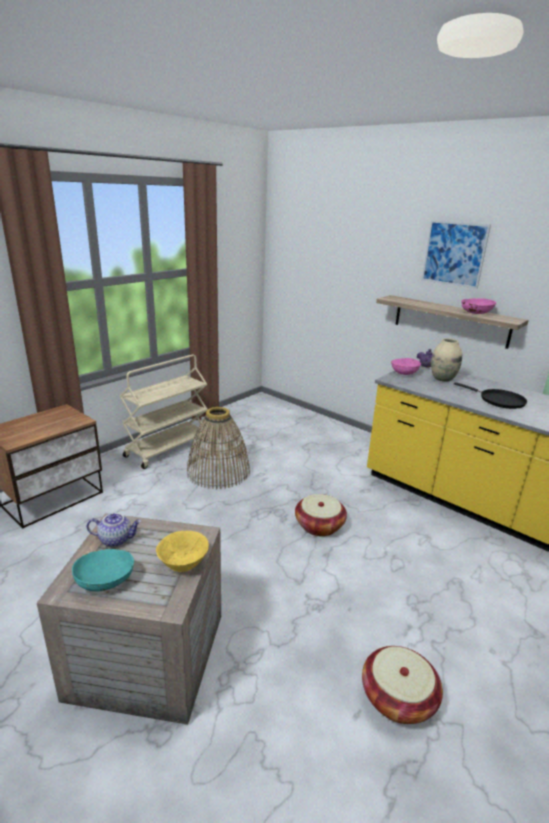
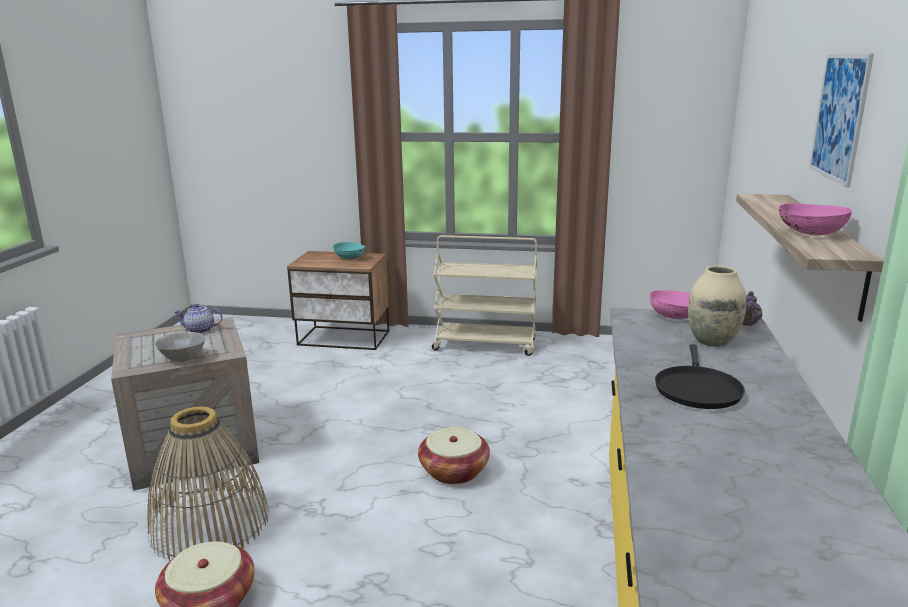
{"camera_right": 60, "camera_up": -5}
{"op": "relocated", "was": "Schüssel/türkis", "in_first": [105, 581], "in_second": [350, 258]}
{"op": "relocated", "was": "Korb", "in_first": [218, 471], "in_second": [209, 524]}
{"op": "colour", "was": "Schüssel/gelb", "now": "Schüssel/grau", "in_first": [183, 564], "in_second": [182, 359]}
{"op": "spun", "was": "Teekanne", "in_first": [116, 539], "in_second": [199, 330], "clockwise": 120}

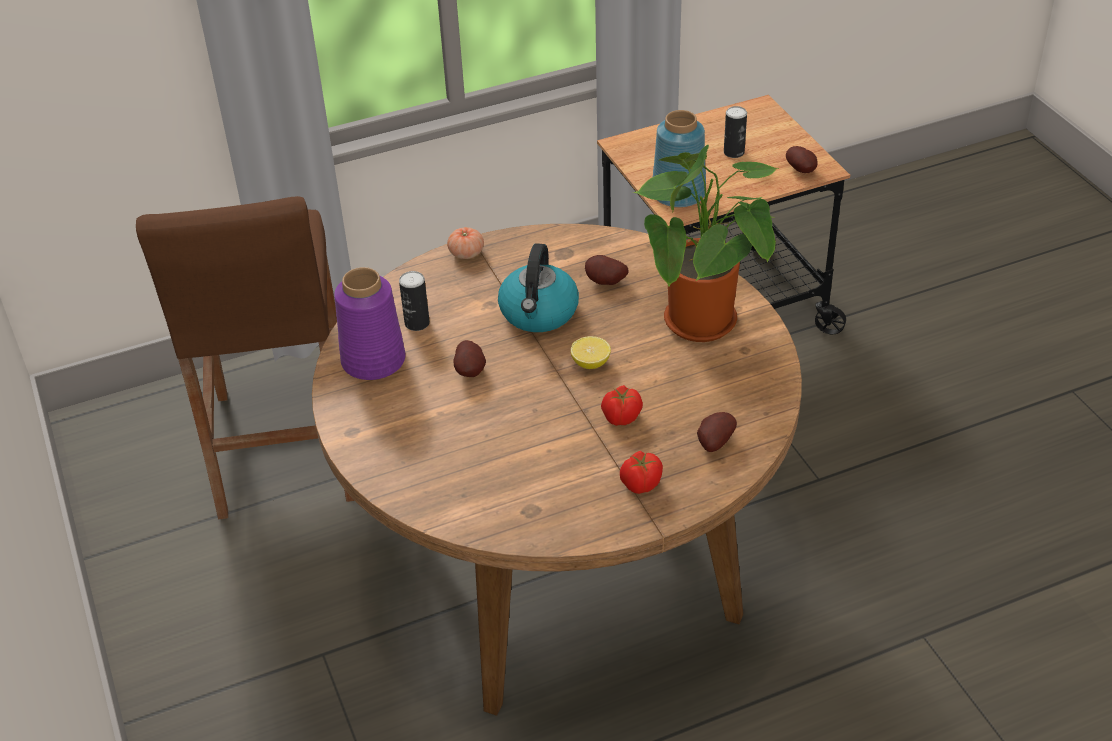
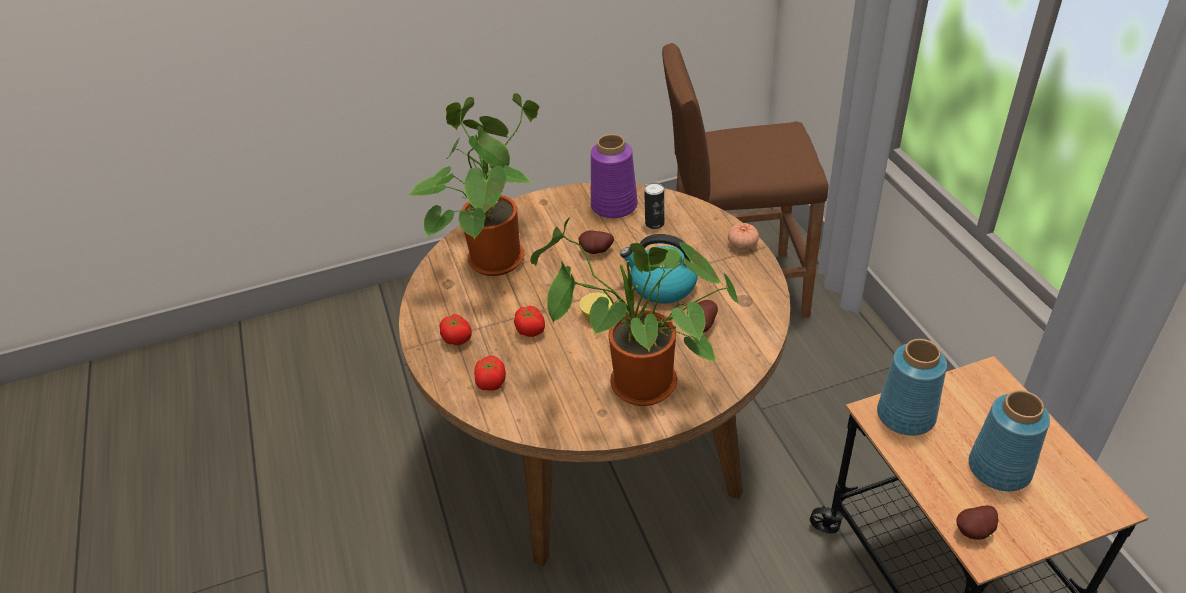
{"camera_right": 95, "camera_up": 0}
{"op": "appeared", "now": "Topfpflanze", "in_second": [494, 256]}
{"op": "exchanged", "was": "Kartoffel", "now": "Tomate", "in_first": [713, 442], "in_second": [491, 383]}
{"op": "exchanged", "was": "Dose", "now": "Vase/blau", "in_first": [734, 152], "in_second": [999, 469]}

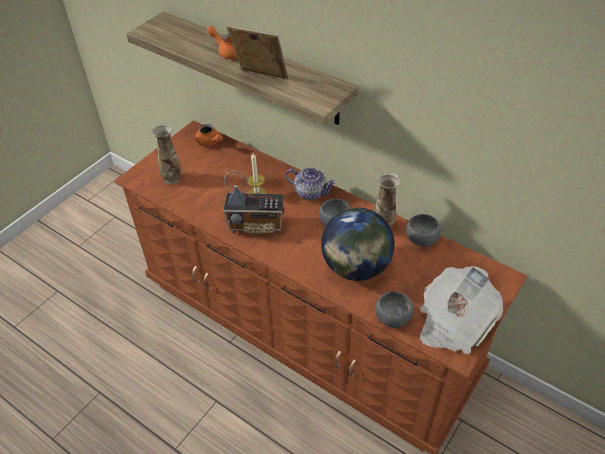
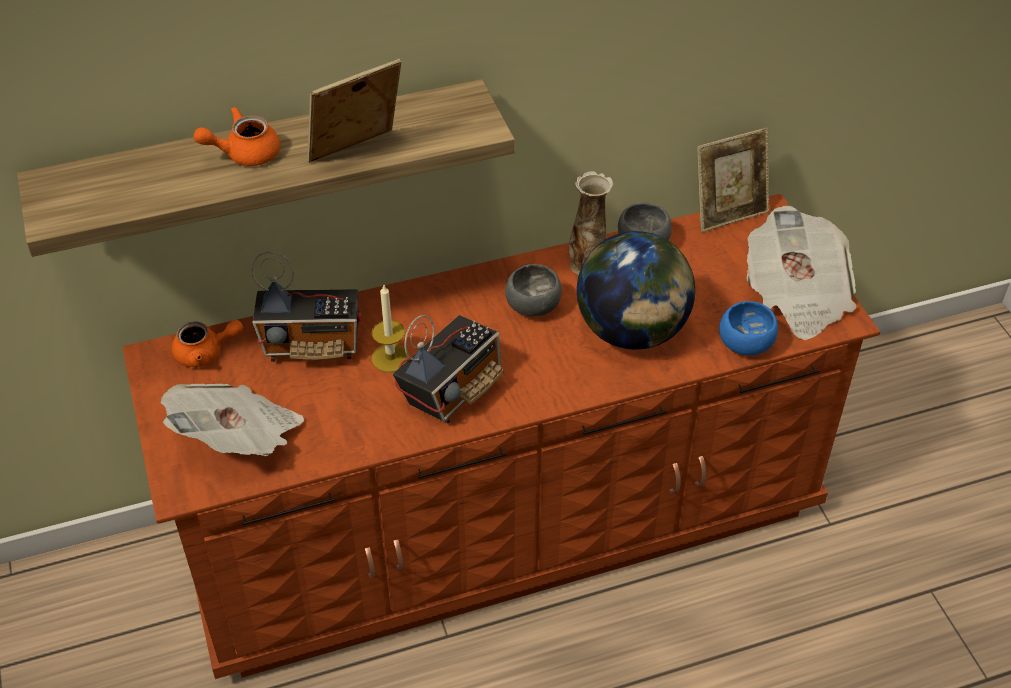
{"camera_right": -55, "camera_up": 0}
{"op": "missing", "was": "Teekanne", "in_first": [310, 192]}
{"op": "appeared", "now": "Radio", "in_second": [313, 345]}
{"op": "appeared", "now": "Bilderrahmen", "in_second": [728, 213]}
{"op": "exchanged", "was": "Vase", "now": "Zeitung", "in_first": [172, 178], "in_second": [239, 439]}
{"op": "colour", "was": "Schüssel/grau", "now": "Schüssel/blau", "in_first": [393, 319], "in_second": [747, 345]}

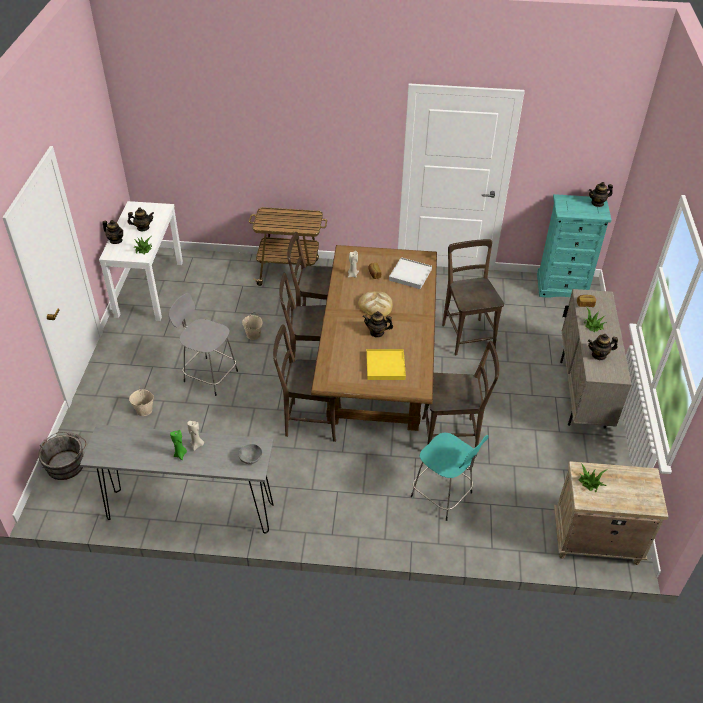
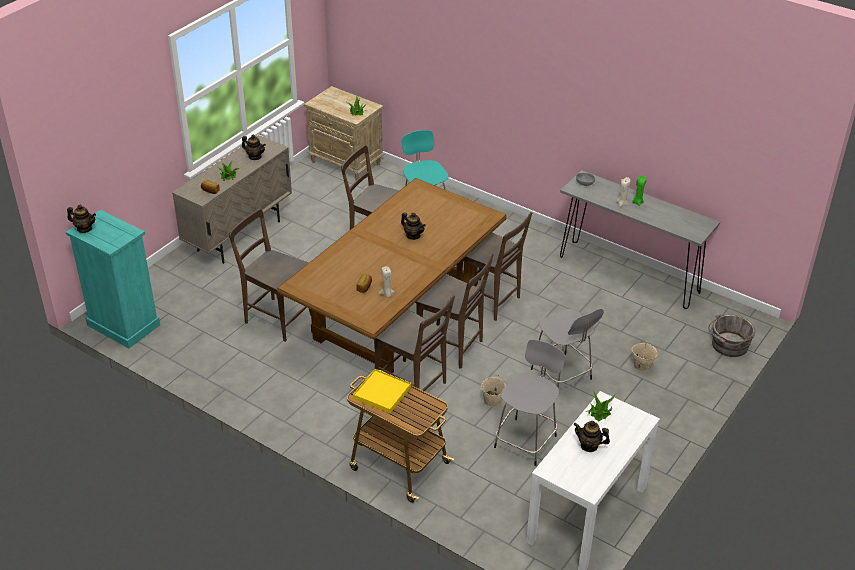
{"camera_right": -150, "camera_up": -5}
{"op": "missing", "was": "Teekanne", "in_first": [116, 240]}
{"op": "missing", "was": "Brot", "in_first": [375, 306]}
{"op": "missing", "was": "Tablett/weiß", "in_first": [410, 275]}
{"op": "appeared", "now": "Hocker/grau", "in_second": [526, 440]}
{"op": "relocated", "was": "Tablett/gelb", "in_first": [385, 366], "in_second": [382, 393]}
{"op": "spun", "was": "Stuhl/braun", "in_first": [467, 334], "in_second": [276, 317], "clockwise": 105}

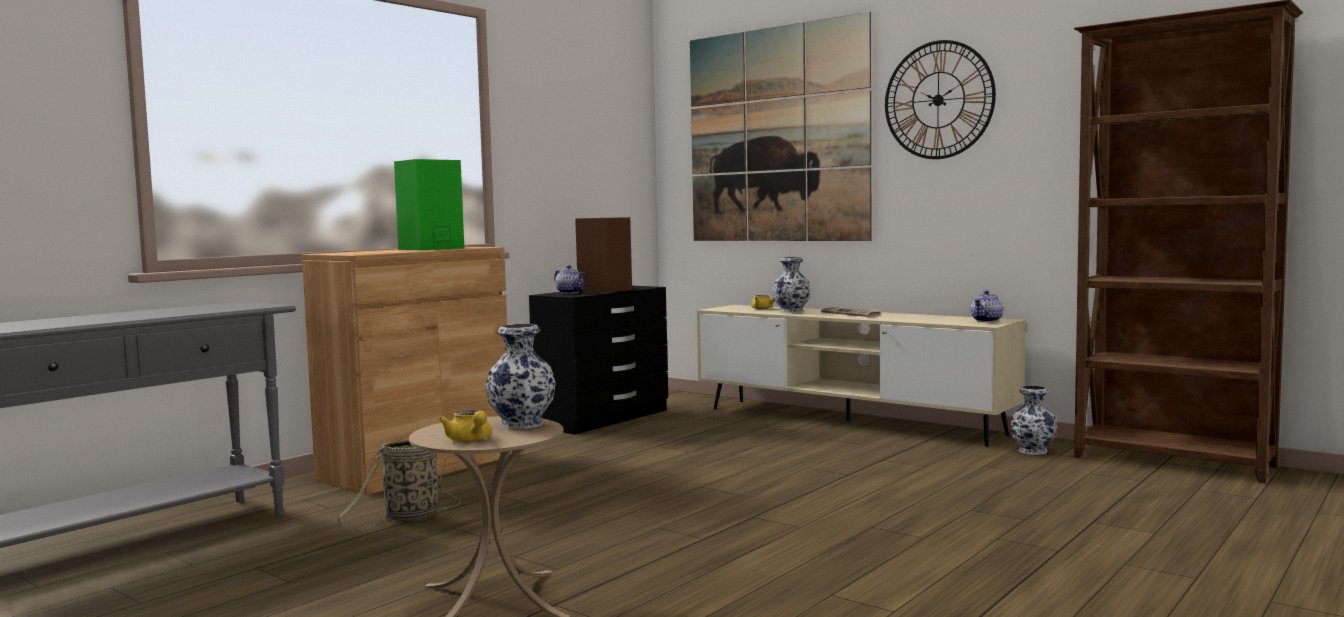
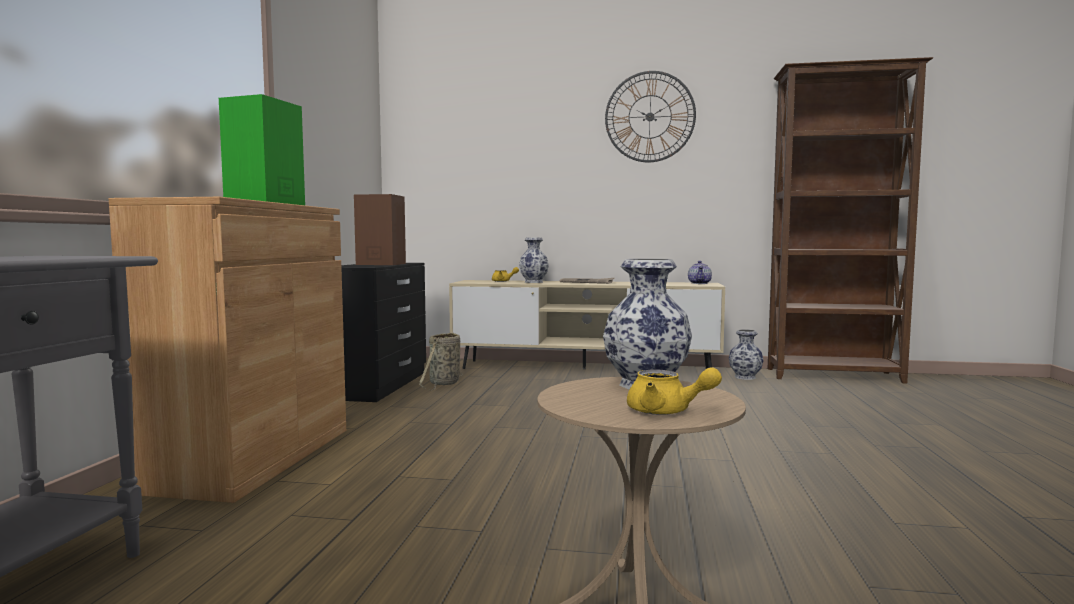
{"camera_right": -30, "camera_up": 0}
{"op": "missing", "was": "Teekanne", "in_first": [570, 292]}
{"op": "missing", "was": "Bild", "in_first": [776, 135]}
{"op": "relocated", "was": "Korb", "in_first": [408, 519], "in_second": [443, 384]}

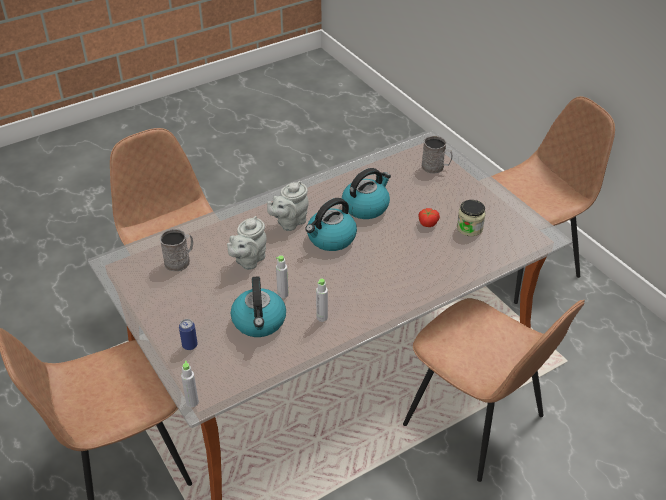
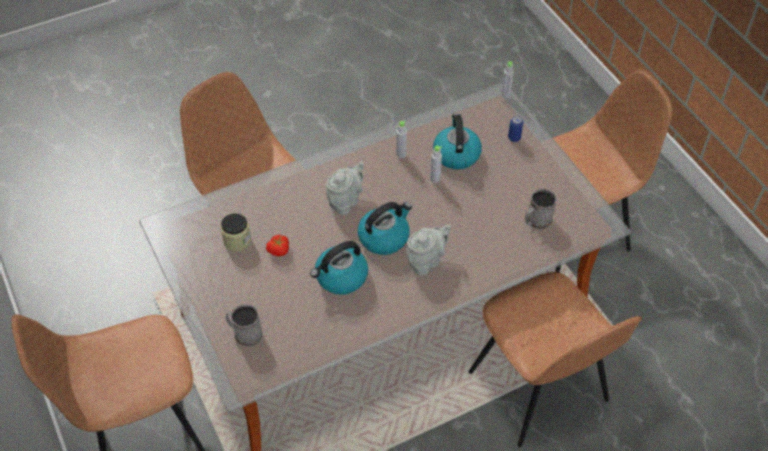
{"camera_right": -175, "camera_up": 10}
{"op": "relocated", "was": "Teekanne/grau", "in_first": [248, 260], "in_second": [346, 201]}

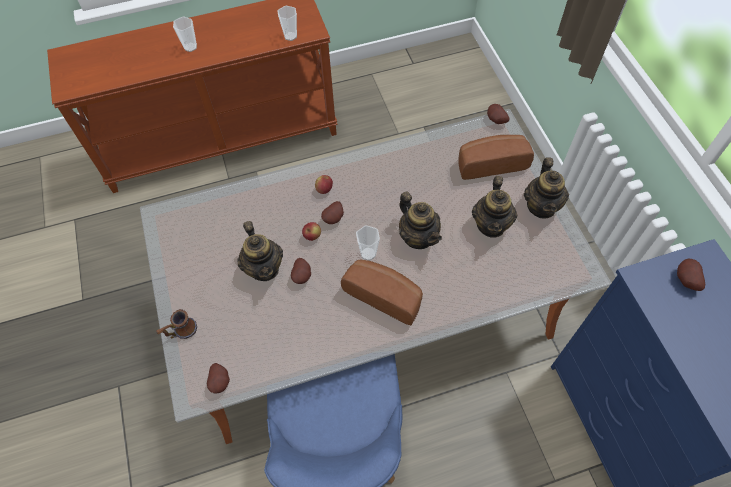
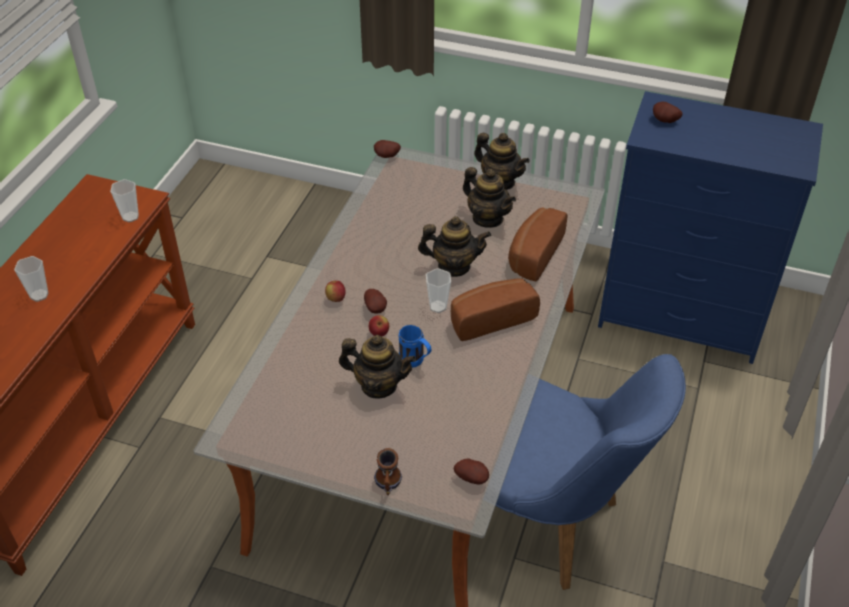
{"camera_right": -55, "camera_up": -15}
{"op": "relocated", "was": "Brot", "in_first": [490, 163], "in_second": [532, 254]}
{"op": "exchanged", "was": "Kartoffel", "now": "Henkelbecher/blau", "in_first": [302, 276], "in_second": [415, 362]}

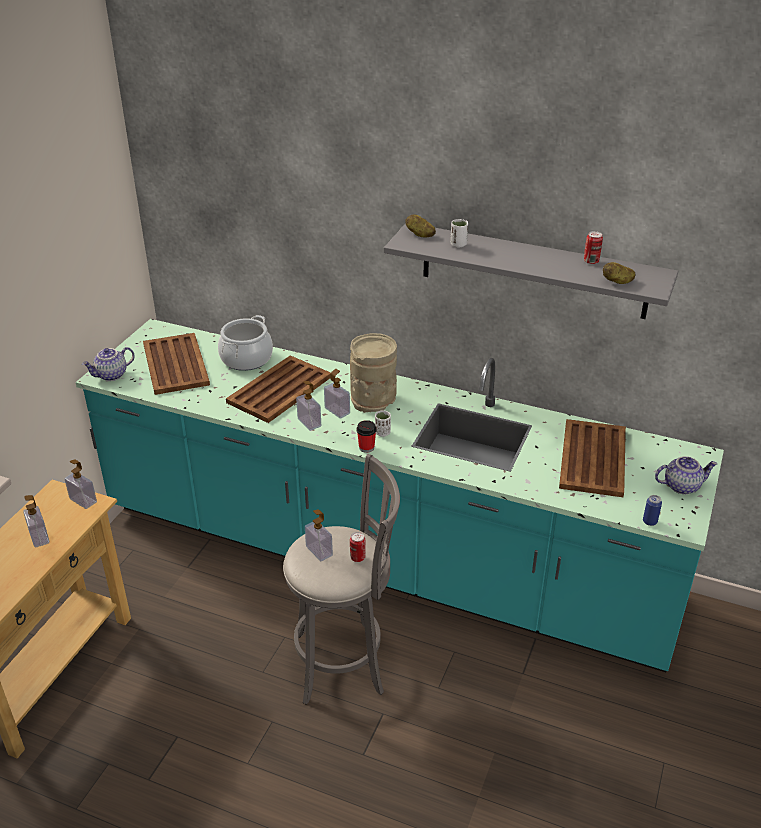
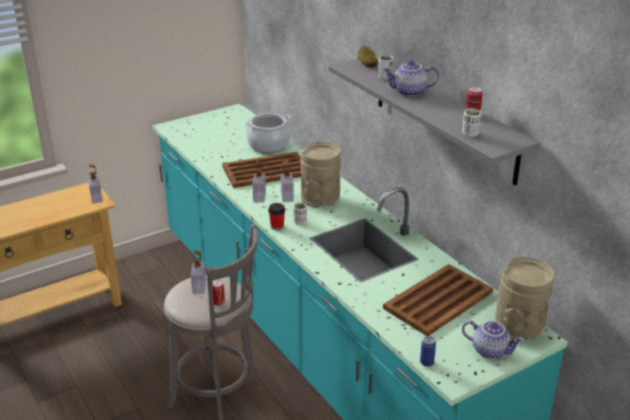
{"camera_right": 35, "camera_up": -5}
{"op": "missing", "was": "Seifenspender", "in_first": [39, 537]}
{"op": "missing", "was": "Tablett/braun", "in_first": [175, 364]}
{"op": "appeared", "now": "Vase/beige", "in_second": [519, 328]}
{"op": "relocated", "was": "Teekanne", "in_first": [111, 375], "in_second": [409, 92]}
{"op": "exchanged", "was": "Kartoffel", "now": "Tasse/weiß", "in_first": [617, 282], "in_second": [470, 134]}

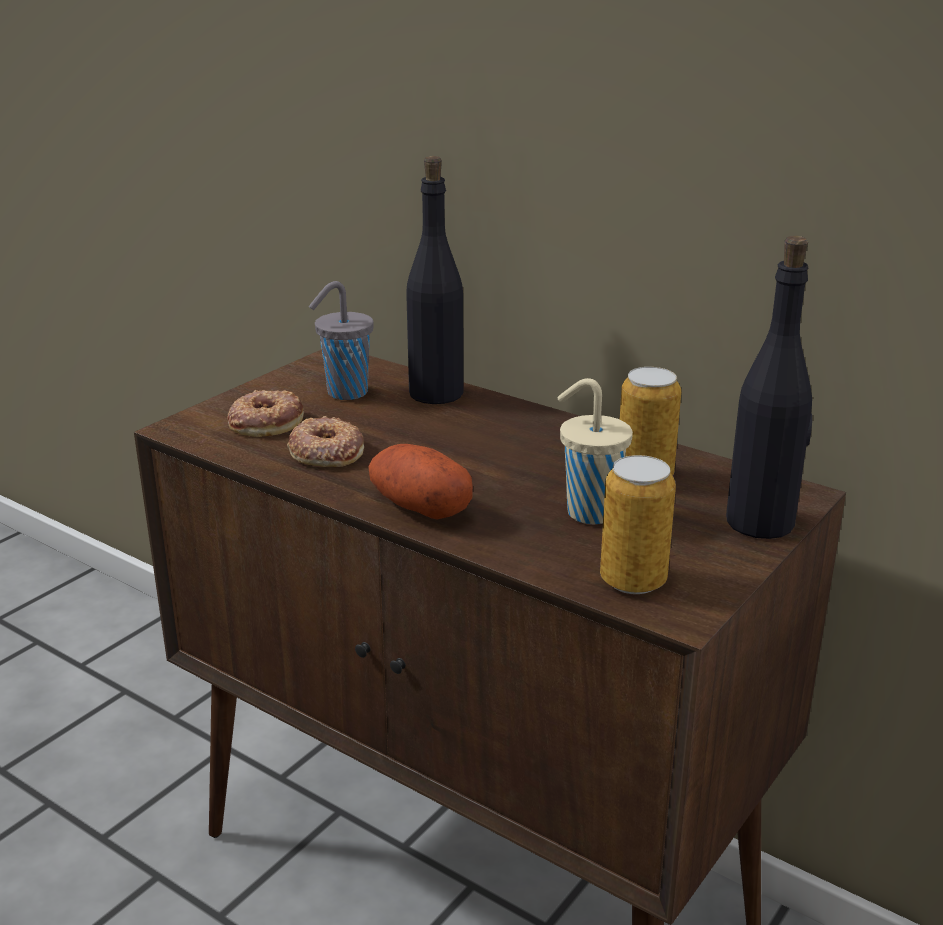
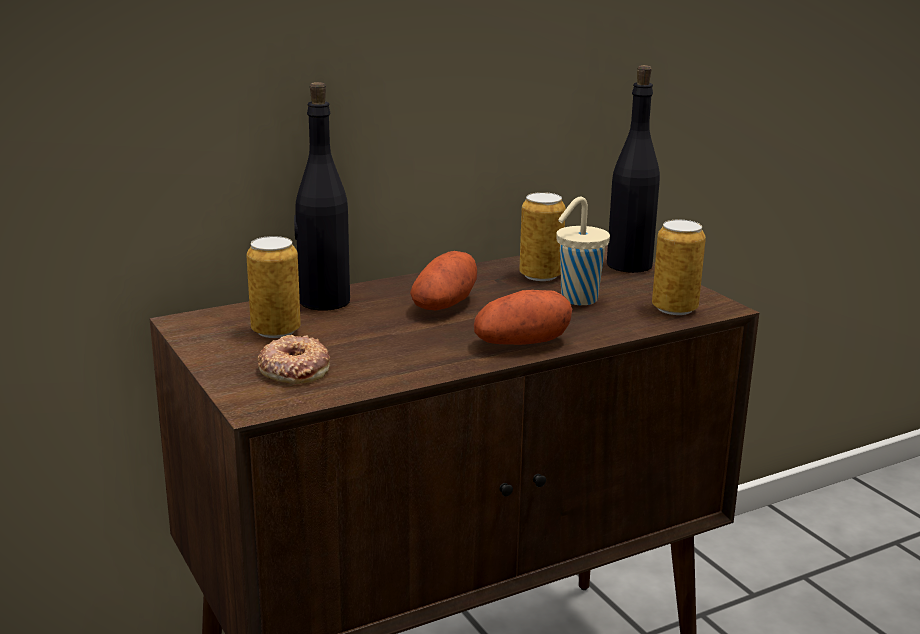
{"camera_right": -65, "camera_up": -5}
{"op": "missing", "was": "Donut", "in_first": [326, 452]}
{"op": "appeared", "now": "Kartoffel", "in_second": [445, 305]}
{"op": "exchanged", "was": "Tasse/grau", "now": "Dose", "in_first": [344, 393], "in_second": [276, 331]}

